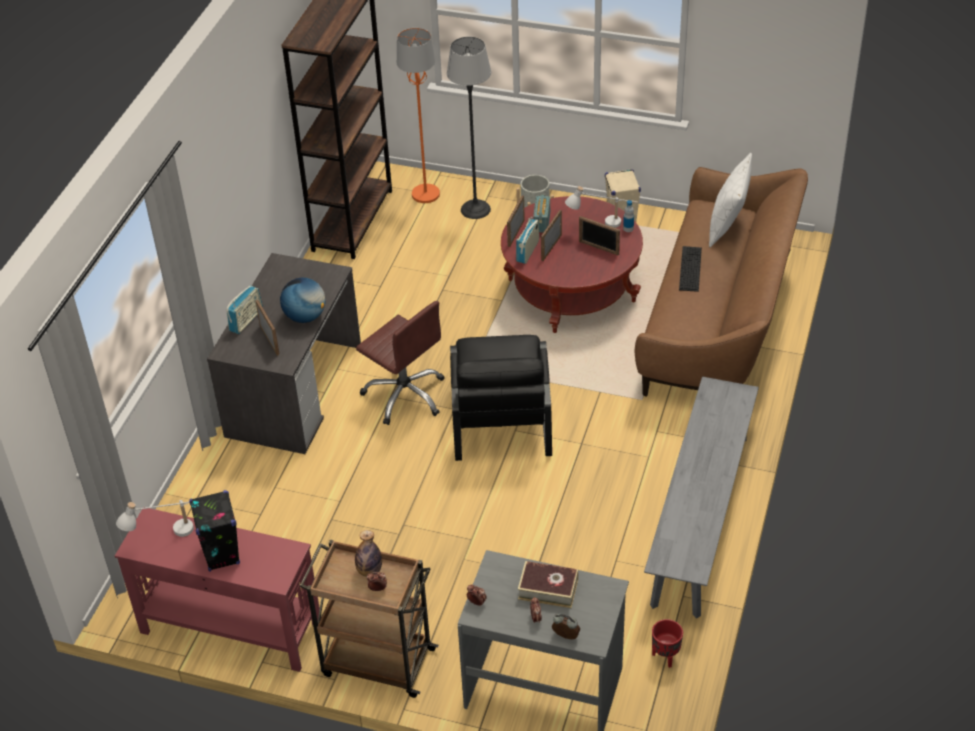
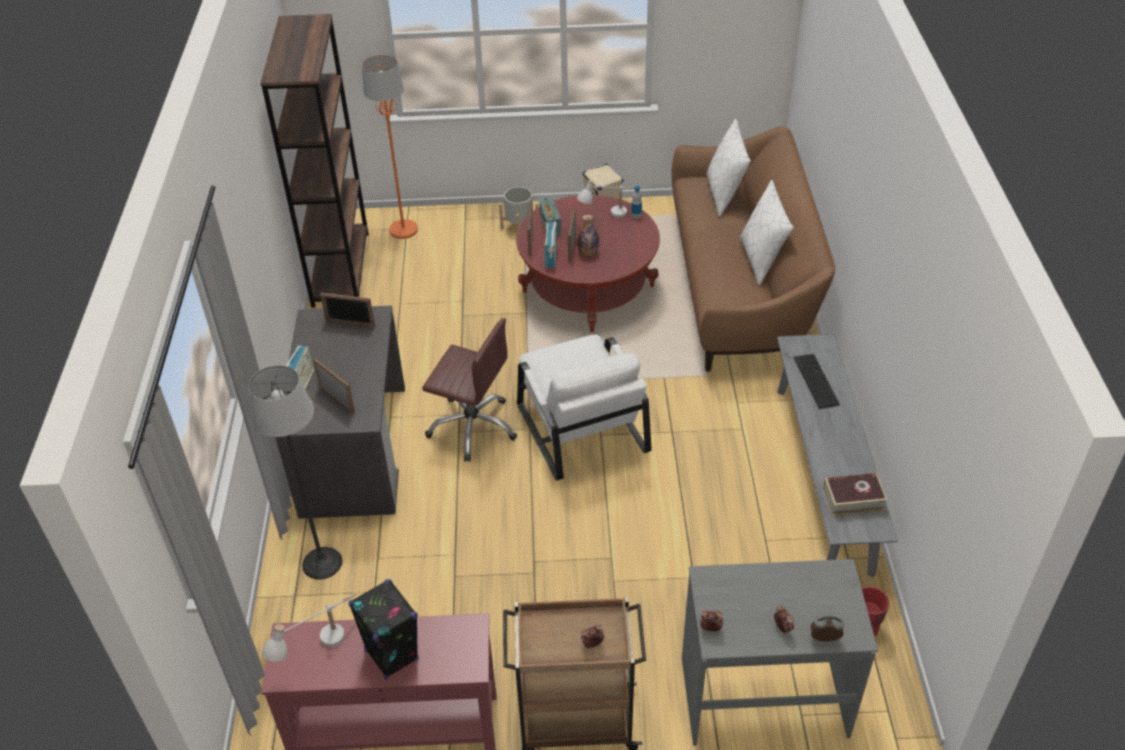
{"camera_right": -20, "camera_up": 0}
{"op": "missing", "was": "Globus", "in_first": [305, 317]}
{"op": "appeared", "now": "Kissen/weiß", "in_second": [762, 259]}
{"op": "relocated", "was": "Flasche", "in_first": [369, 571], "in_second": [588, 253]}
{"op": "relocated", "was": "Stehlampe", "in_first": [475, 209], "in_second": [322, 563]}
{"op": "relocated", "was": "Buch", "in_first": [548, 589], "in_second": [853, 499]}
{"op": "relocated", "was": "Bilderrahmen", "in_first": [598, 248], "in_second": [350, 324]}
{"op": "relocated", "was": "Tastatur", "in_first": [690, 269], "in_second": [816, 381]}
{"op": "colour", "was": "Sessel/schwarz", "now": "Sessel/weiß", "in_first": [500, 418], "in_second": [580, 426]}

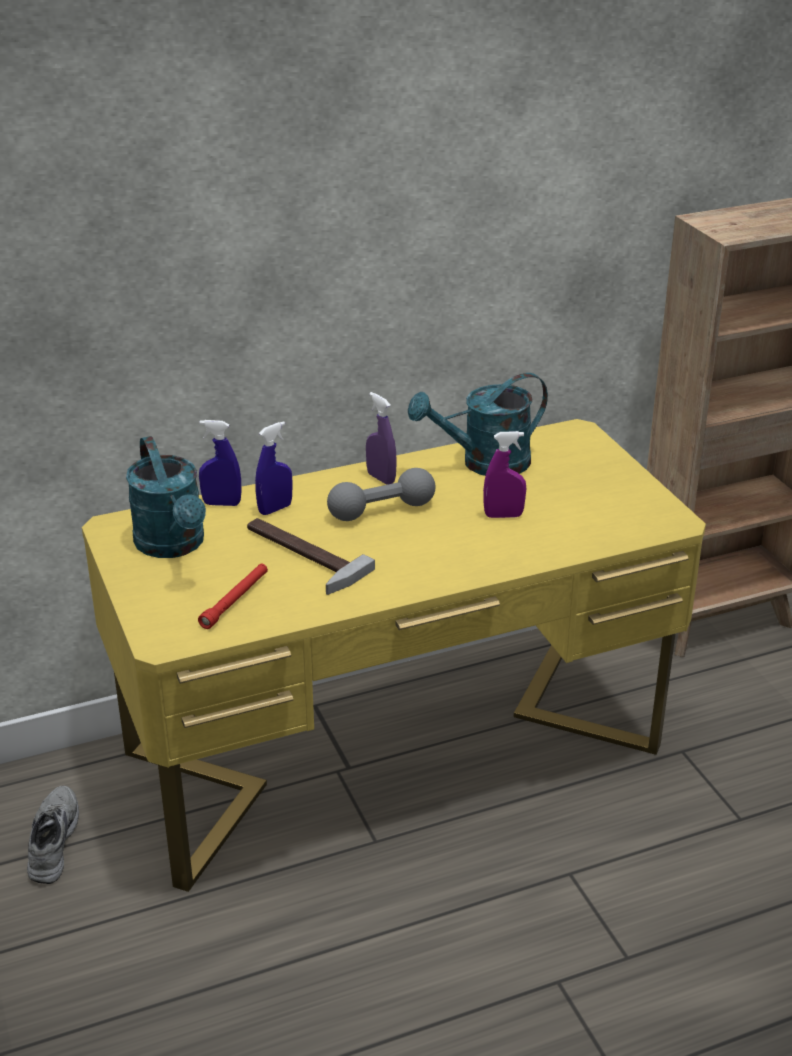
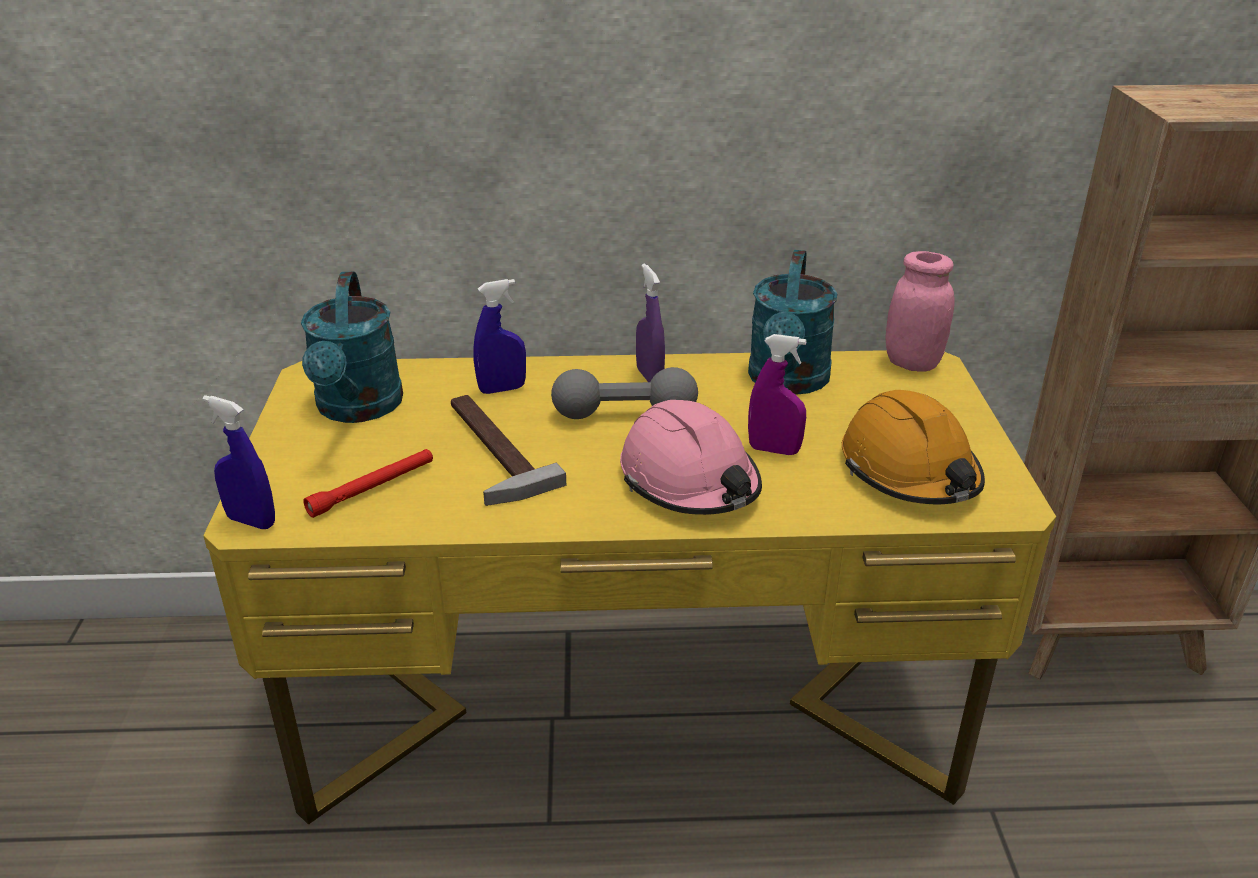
{"camera_right": 20, "camera_up": 0}
{"op": "missing", "was": "Schuh/grau", "in_first": [50, 841]}
{"op": "appeared", "now": "Schutzhelm/rosa", "in_second": [690, 481]}
{"op": "appeared", "now": "Schutzhelm/orange", "in_second": [910, 471]}
{"op": "appeared", "now": "Vorratsglas/rosa", "in_second": [912, 363]}
{"op": "relocated", "was": "Sprühflasche/blau", "in_first": [222, 503], "in_second": [251, 521]}
{"op": "spun", "was": "Gießkanne/türkis", "in_first": [484, 464], "in_second": [787, 382], "clockwise": -75}

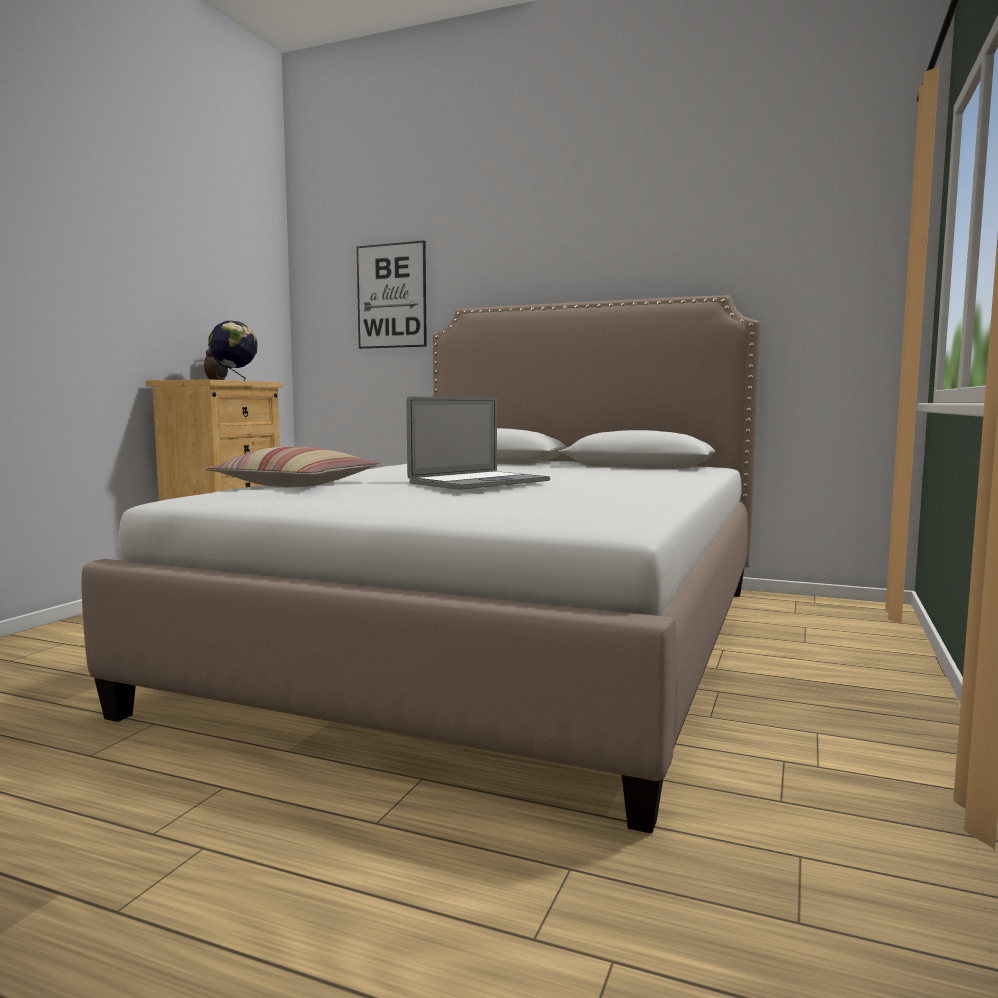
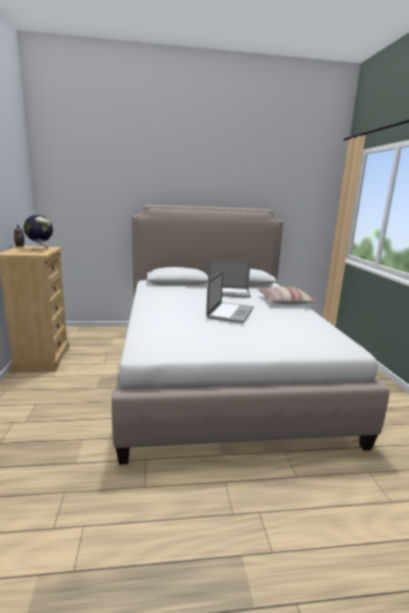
{"camera_right": -30, "camera_up": 10}
{"op": "missing", "was": "Bild", "in_first": [391, 296]}
{"op": "appeared", "now": "Laptop", "in_second": [228, 292]}
{"op": "relocated", "was": "Kissen", "in_first": [296, 485], "in_second": [284, 302]}

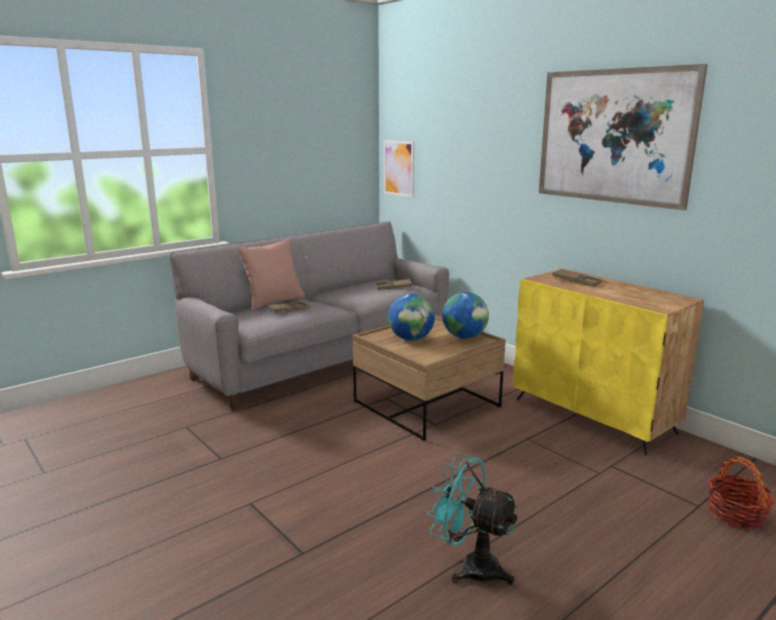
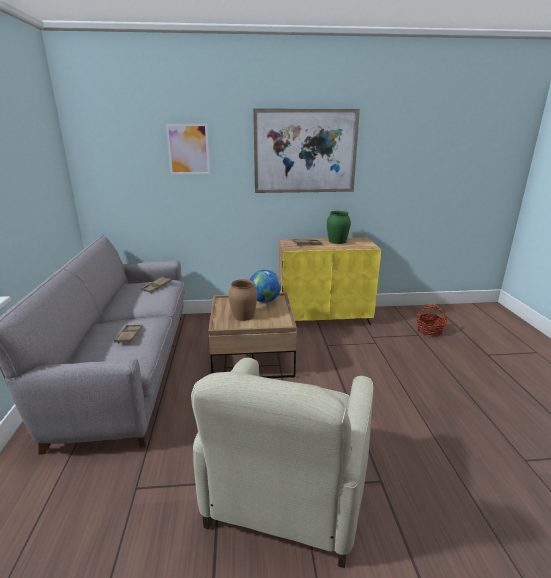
{"camera_right": -55, "camera_up": 5}
{"op": "missing", "was": "Kissen/rosa", "in_first": [273, 302]}
{"op": "missing", "was": "Ventilator/türkis", "in_first": [470, 566]}
{"op": "appeared", "now": "Sessel/beige", "in_second": [287, 491]}
{"op": "appeared", "now": "Vase/grün", "in_second": [337, 241]}
{"op": "relocated", "was": "Bild", "in_first": [398, 168], "in_second": [188, 149]}
{"op": "exchanged", "was": "Globus", "now": "Vase/braun", "in_first": [411, 339], "in_second": [243, 316]}

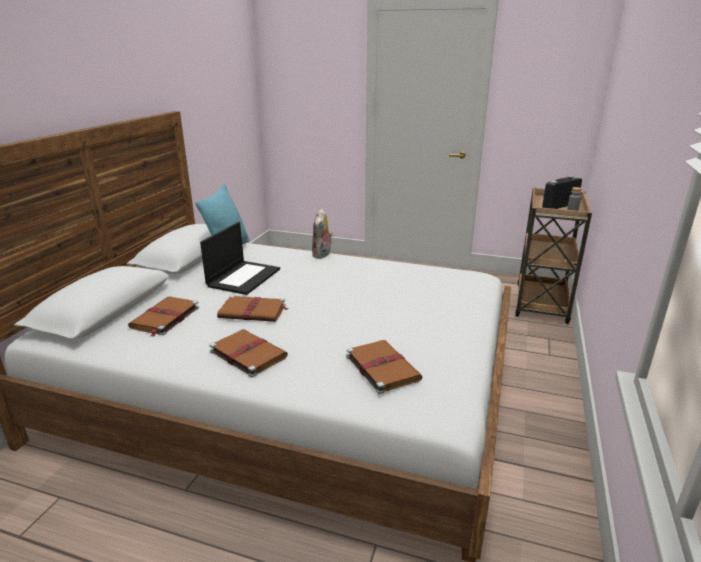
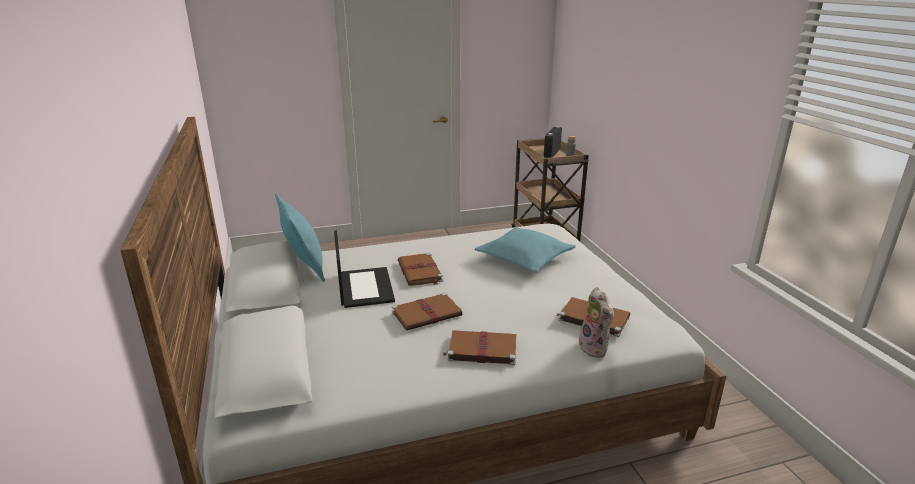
{"camera_right": -35, "camera_up": 0}
{"op": "appeared", "now": "Kissen/türkis", "in_second": [524, 258]}
{"op": "relocated", "was": "Buch/braun", "in_first": [164, 318], "in_second": [420, 272]}
{"op": "relocated", "was": "Plüschtier", "in_first": [322, 255], "in_second": [595, 348]}

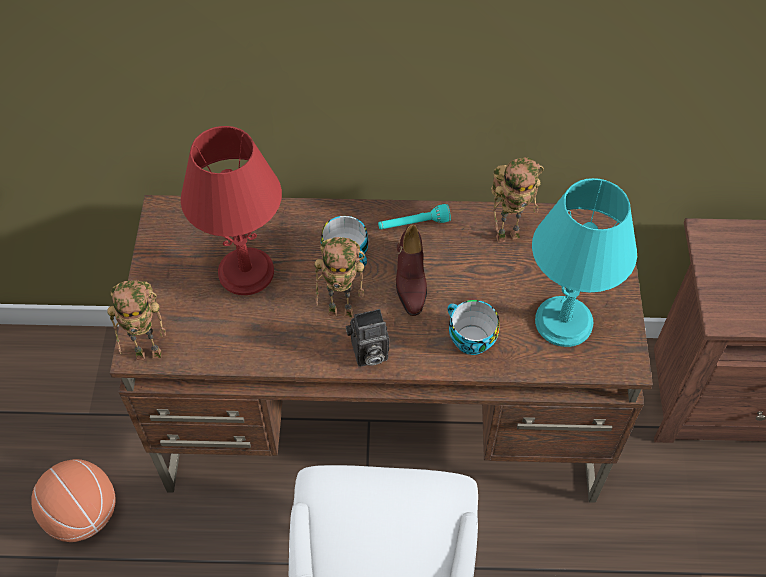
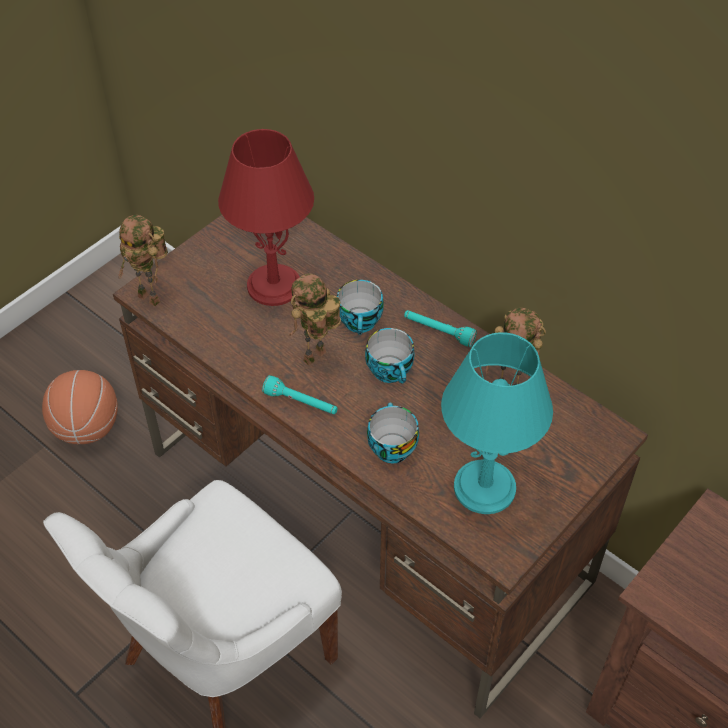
{"camera_right": 40, "camera_up": -5}
{"op": "exchanged", "was": "Kamera", "now": "Taschenlampe/türkis", "in_first": [368, 353], "in_second": [301, 403]}
{"op": "exchanged", "was": "Schuh/braun", "now": "Tasse", "in_first": [410, 279], "in_second": [391, 371]}
{"op": "spun", "was": "Spielzeugroboter", "in_first": [342, 310], "in_second": [315, 359], "clockwise": 90}

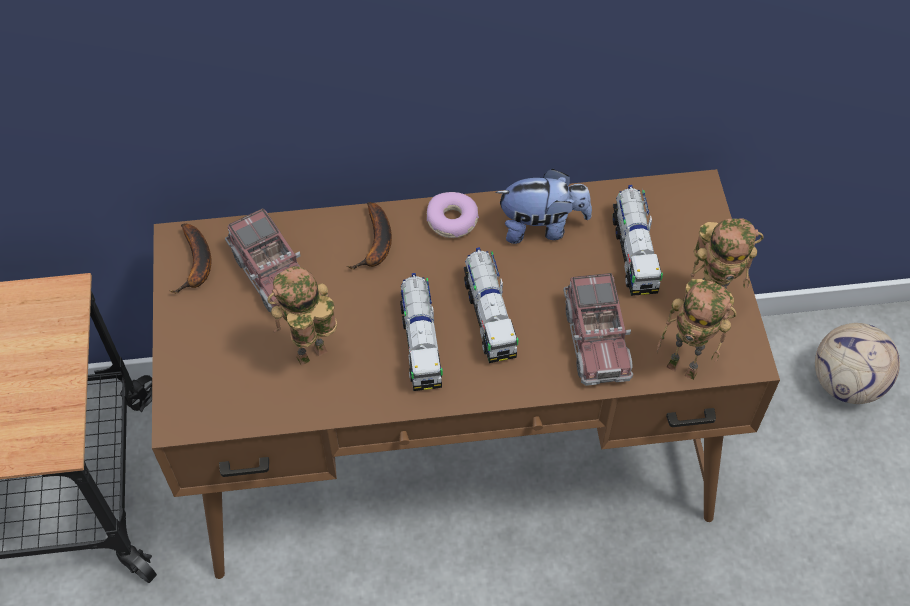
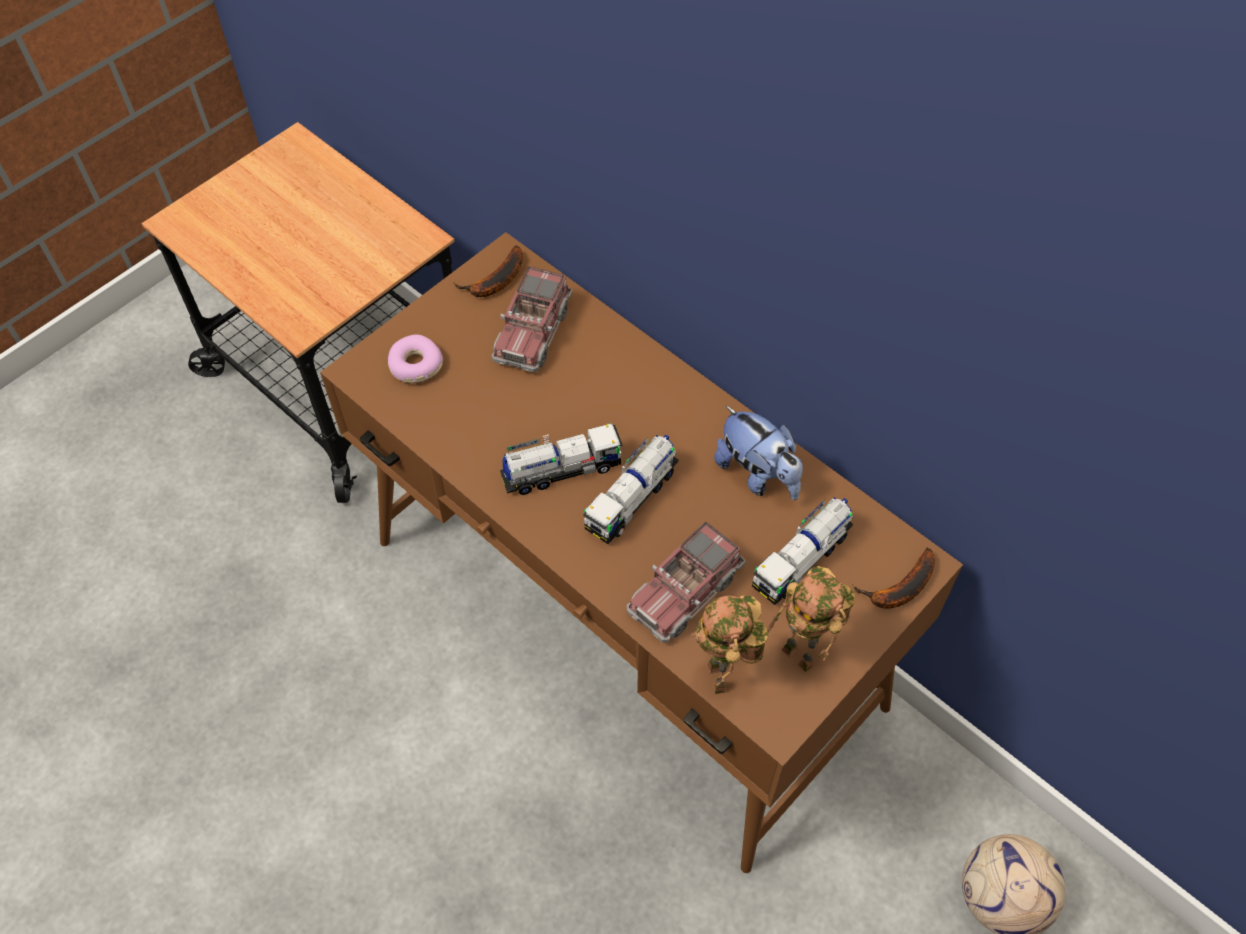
{"camera_right": 50, "camera_up": 0}
{"op": "missing", "was": "Spielzeugroboter", "in_first": [311, 359]}
{"op": "relocated", "was": "Banane", "in_first": [376, 244], "in_second": [899, 589]}
{"op": "relocated", "was": "Donut", "in_first": [452, 221], "in_second": [415, 365]}
{"op": "spun", "was": "Spielzeuglaster", "in_first": [420, 343], "in_second": [561, 470], "clockwise": -150}

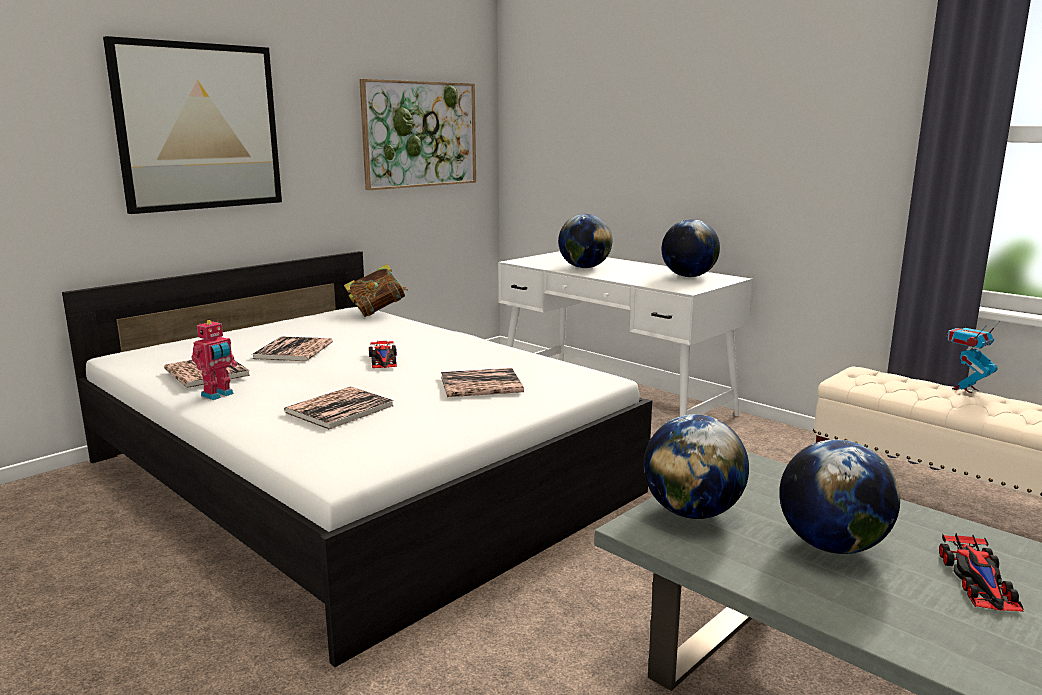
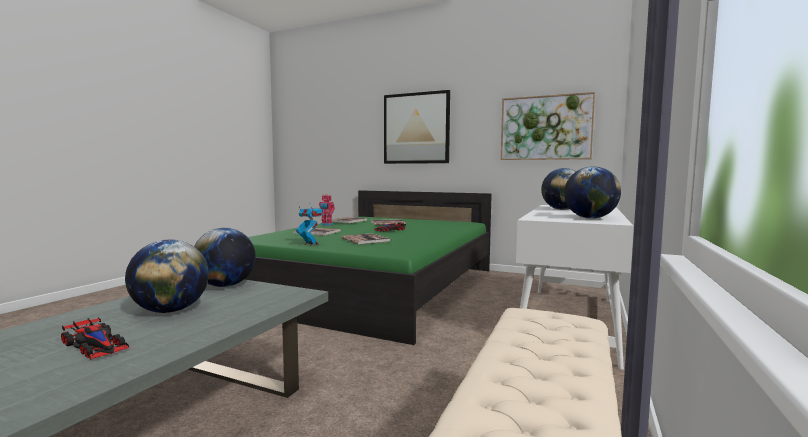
{"camera_right": 70, "camera_up": -10}
{"op": "missing", "was": "Buch", "in_first": [377, 312]}
{"op": "relocated", "was": "Spielzeugroboter", "in_first": [965, 389], "in_second": [310, 244]}
{"op": "colour", "was": "Bett/weiß", "now": "Bett/grün", "in_first": [356, 477], "in_second": [377, 286]}
{"op": "spun", "was": "Spielzeugauto", "in_first": [978, 581], "in_second": [95, 345], "clockwise": -135}

